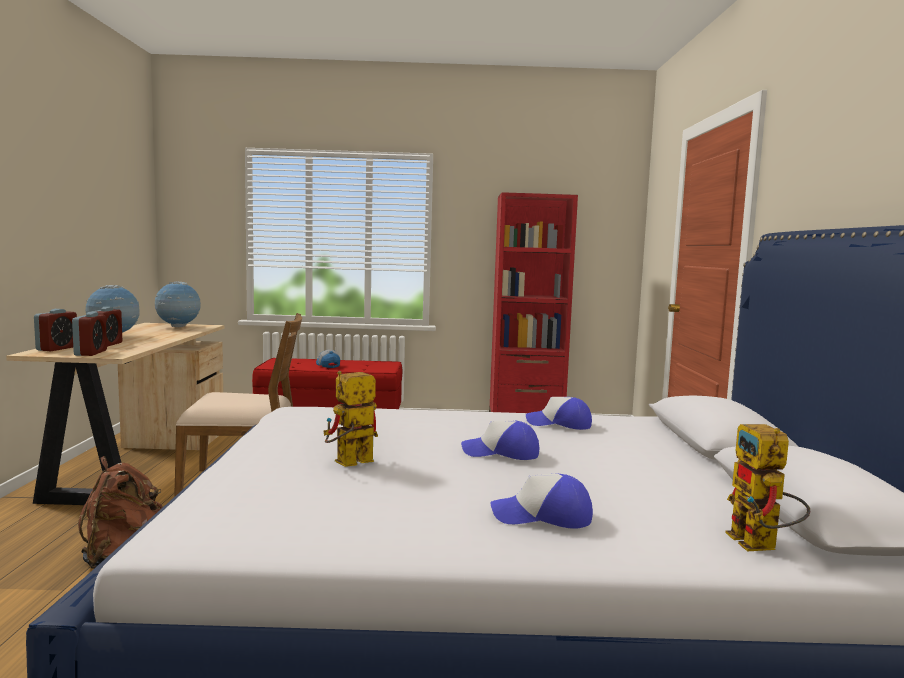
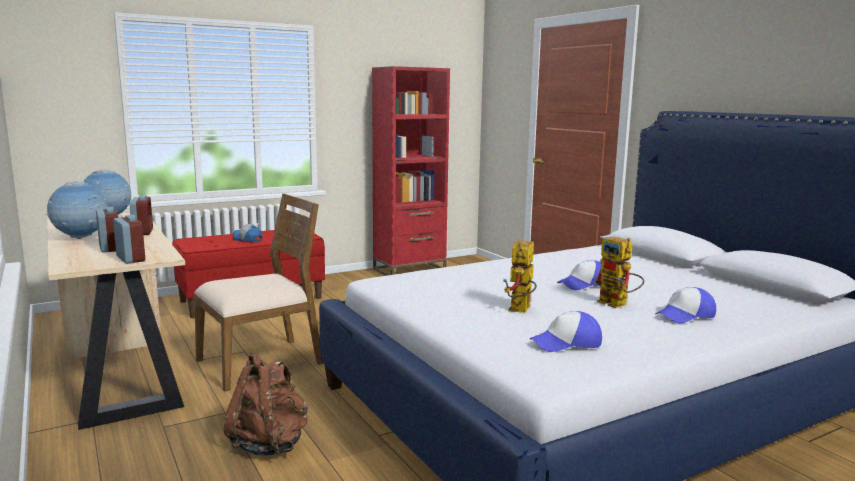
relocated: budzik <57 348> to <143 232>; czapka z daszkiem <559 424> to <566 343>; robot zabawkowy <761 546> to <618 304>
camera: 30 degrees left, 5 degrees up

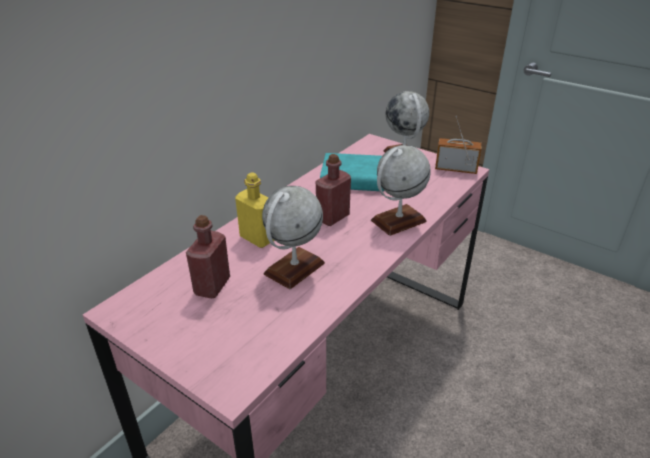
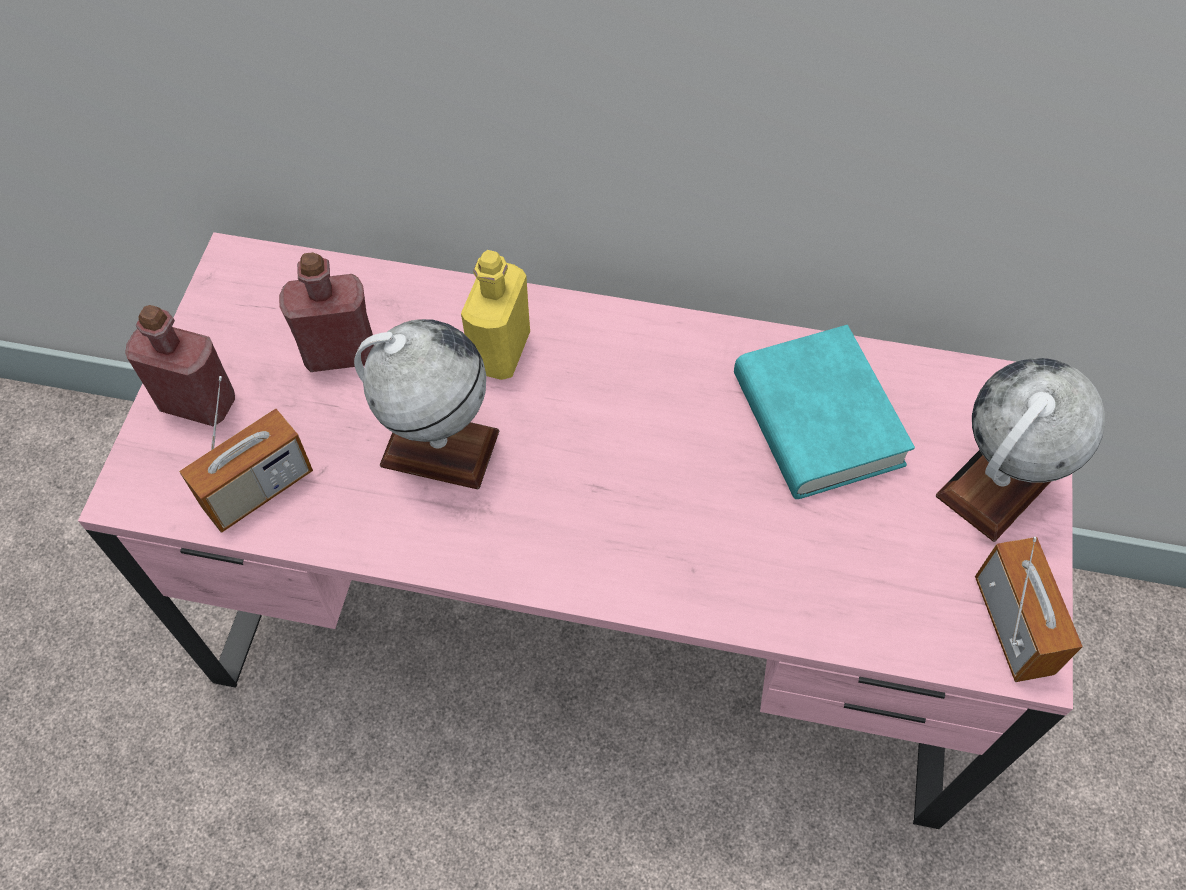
missing: globus <398 221>
appeared: radio <258 490>
relocated: butelka [czerwony] <333 217> to <198 403>
camera: 65 degrees right, 25 degrees up

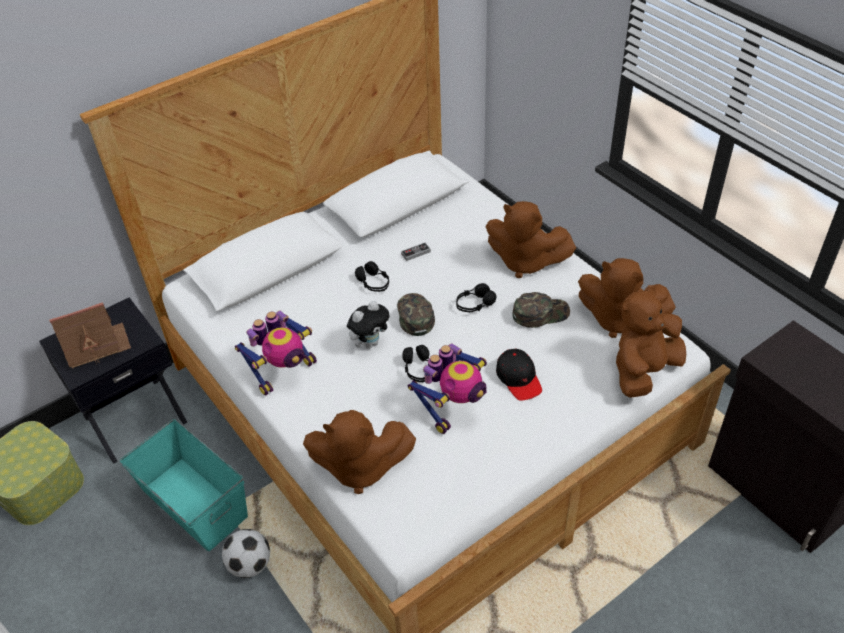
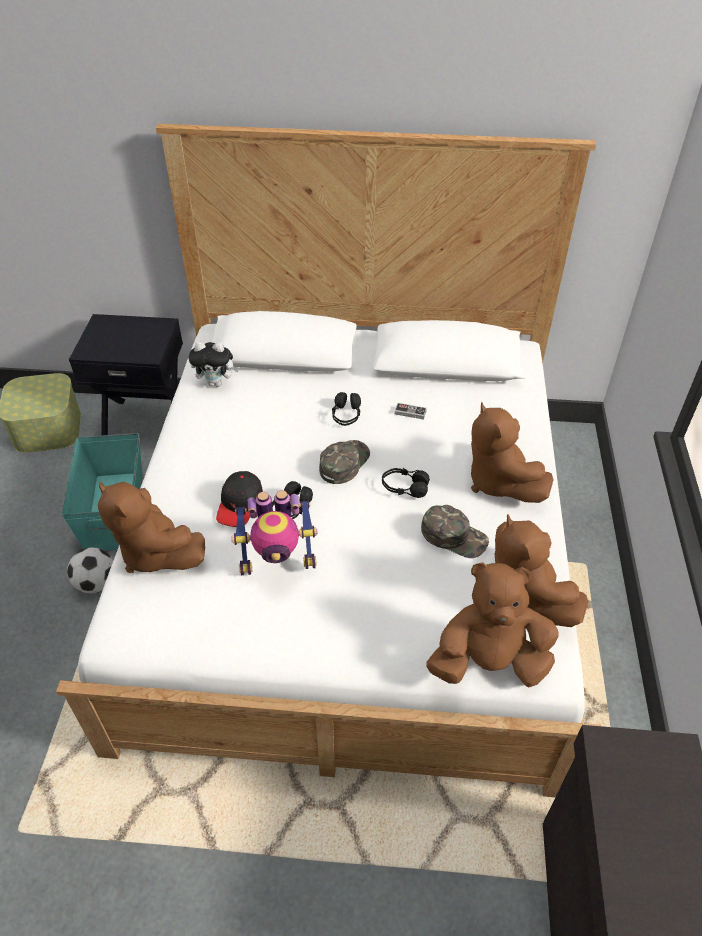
missing: domek <96 345>; robot zabawkowy <284 372>
relocated: pluszak <370 342> to <216 383>; czapka z daszkiem [czarny] <519 378> to <240 504>
camera: 40 degrees right, 0 degrees up

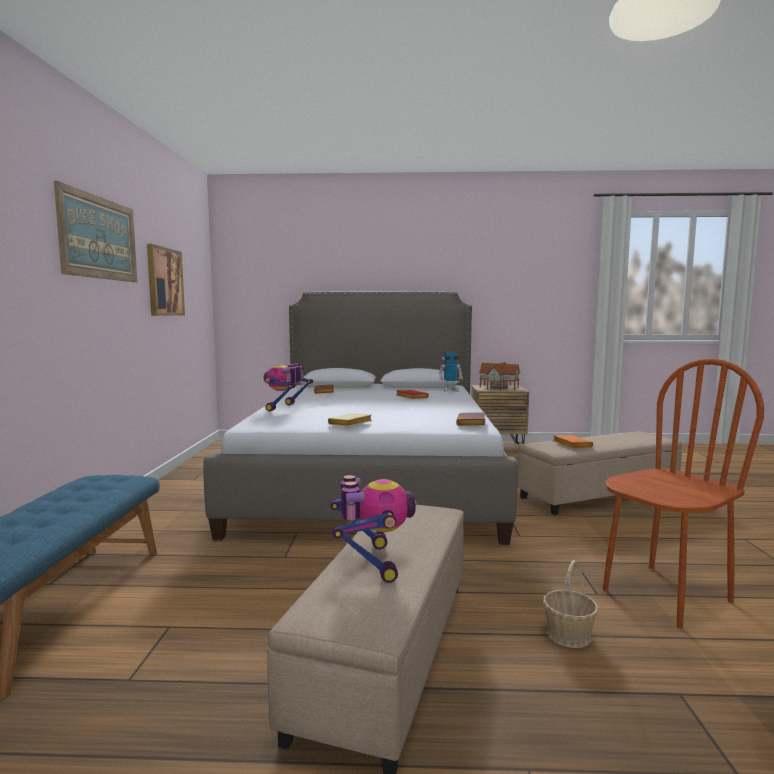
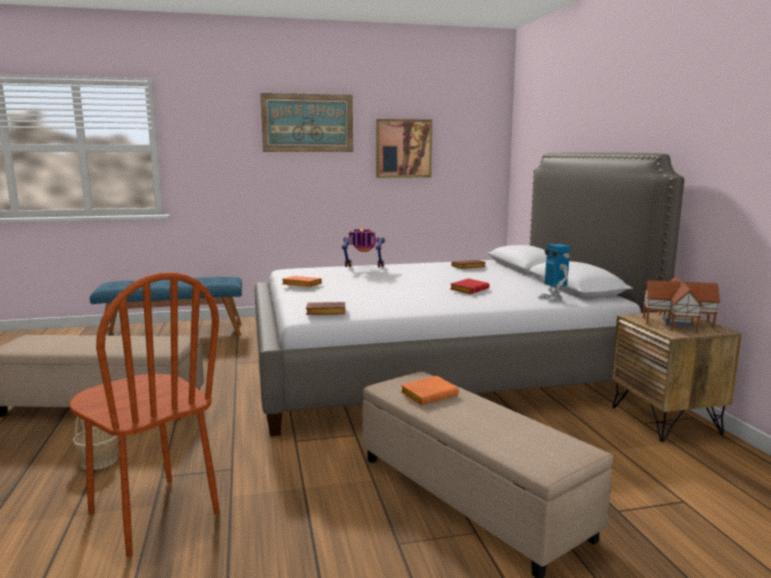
missing: robot zabawkowy <371 562>
colour: książka [beżowy] <350 424> to książka [pomarańczowy] <300 285>
camera: 75 degrees right, 5 degrees up

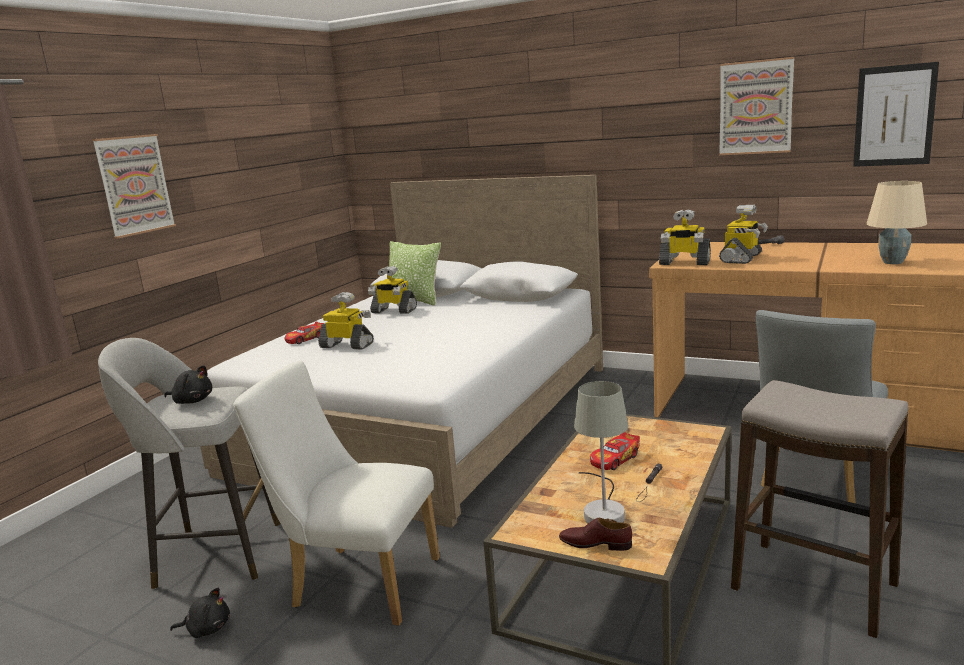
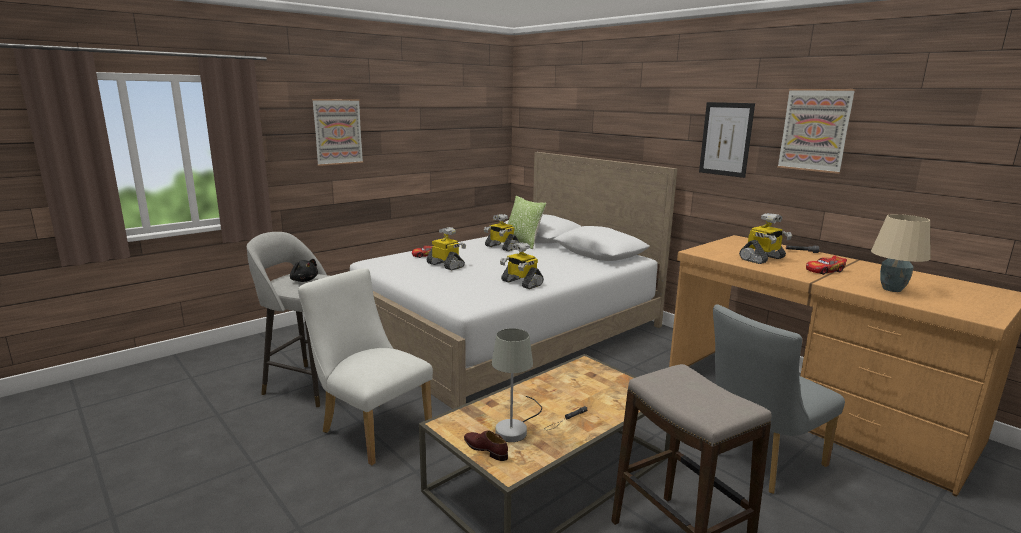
missing: pluszak [czarny] <207 628>
relocated: obraz <894 116> to <726 139>; robot zabawkowy <684 263> to <521 283>; samochodzik <614 459> to <824 270>
camera: 20 degrees right, 0 degrees up

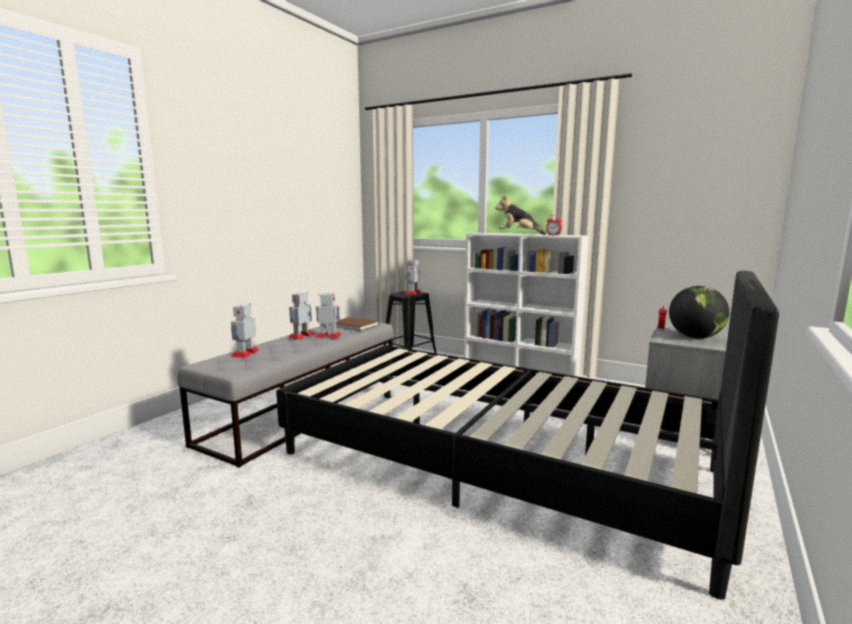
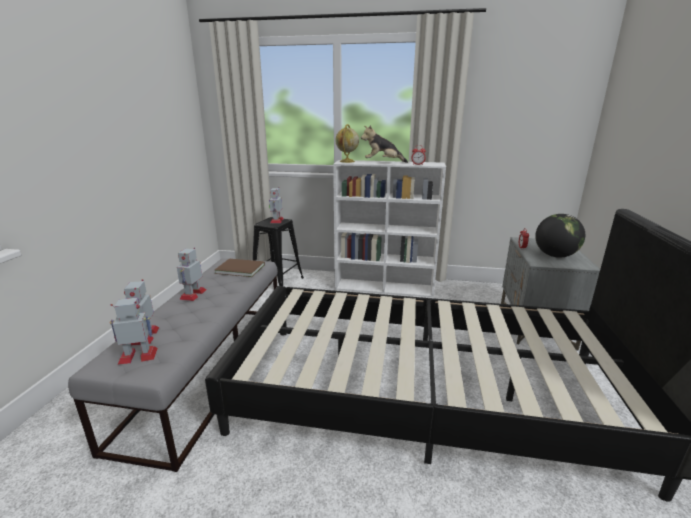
appeared: globus <347 161>
relocated: robot zabawkowy <329 336> to <138 356>
camera: 20 degrees left, 10 degrees up

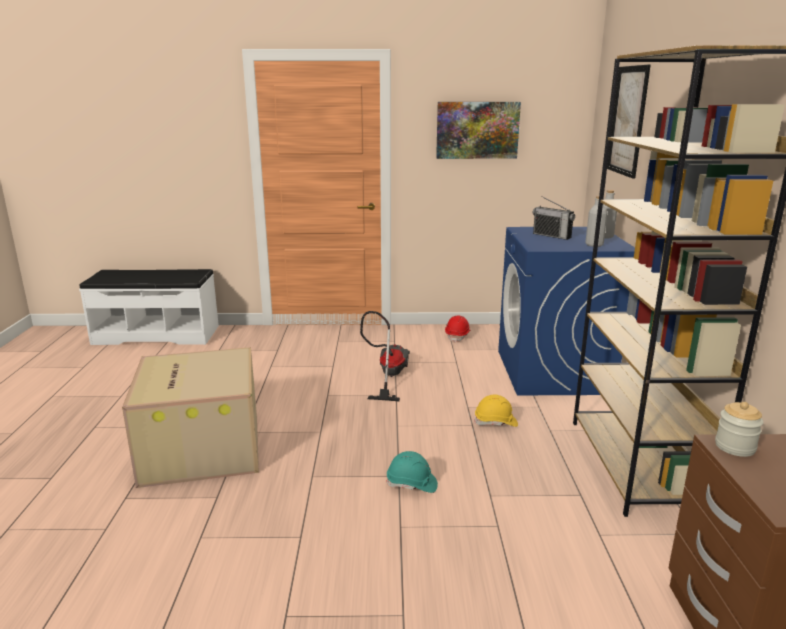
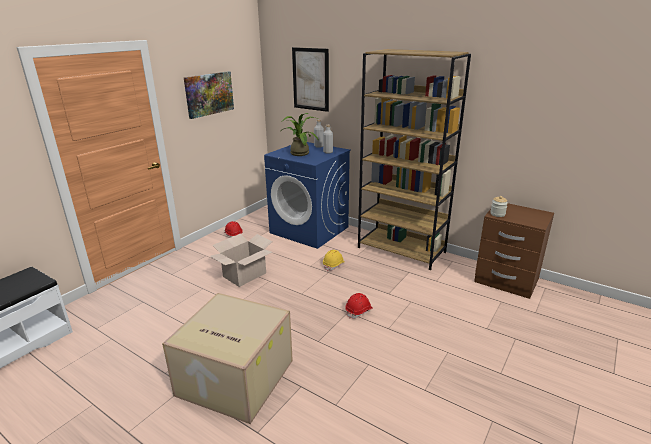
exchanged: radio <552 236> to roślina doniczkowa <299 153>; odkurzacz <388 376> to karton <244 275>
colour: kask [turkusowy] <412 484> to kask [czerwony] <359 311>
camera: 55 degrees left, 5 degrees up

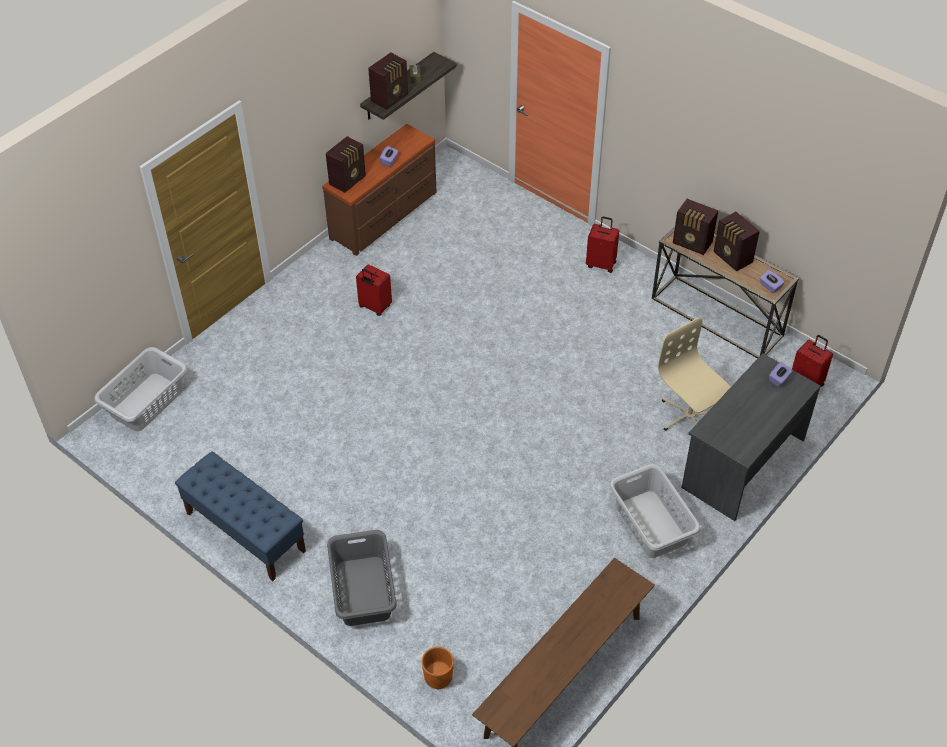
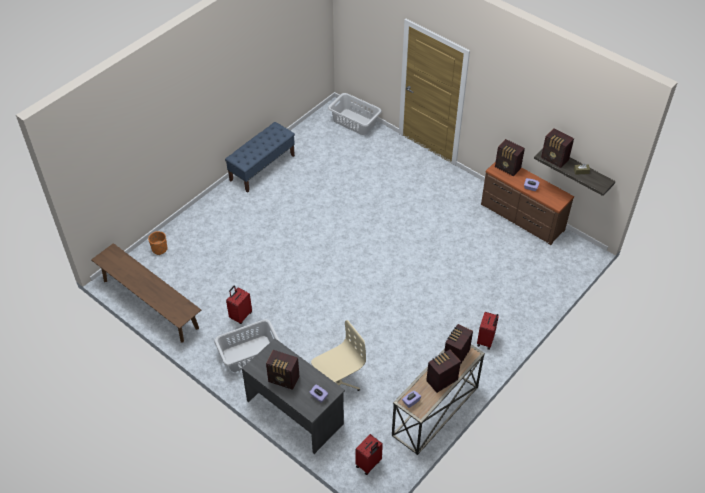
missing: kosz na pranie [szary] <362 591>
appeared: radio <284 379>
relocated: walizka [czerwony] <374 307> to <240 315>
camera: 90 degrees right, 0 degrees up

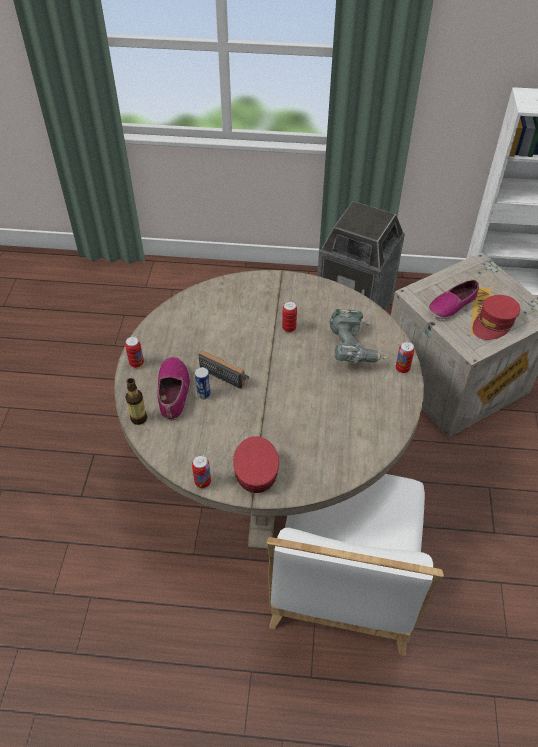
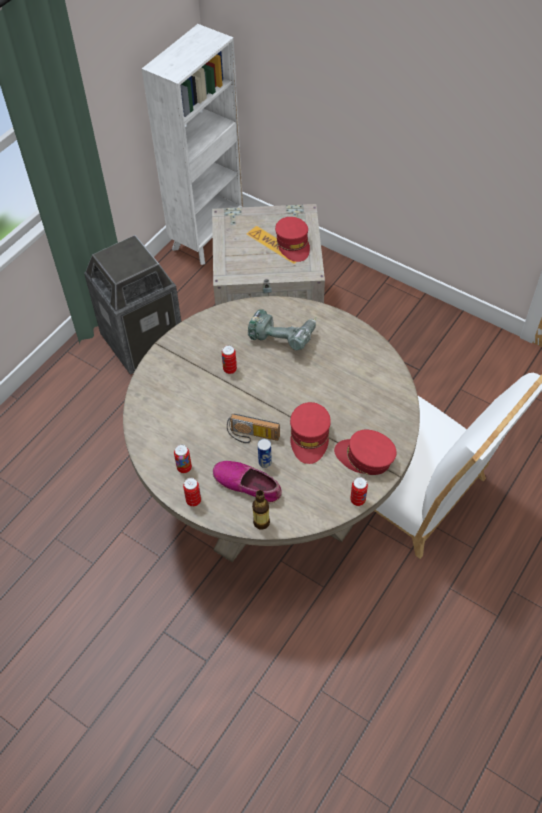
missing: but <452 305>
appeared: czapka z daszkiem [czerwony] <309 437>
relocated: puszka <402 368> to <184 468>
spun: radio <226 374> = <252 436> 135 degrees counterclockwise
camera: 60 degrees left, 5 degrees up

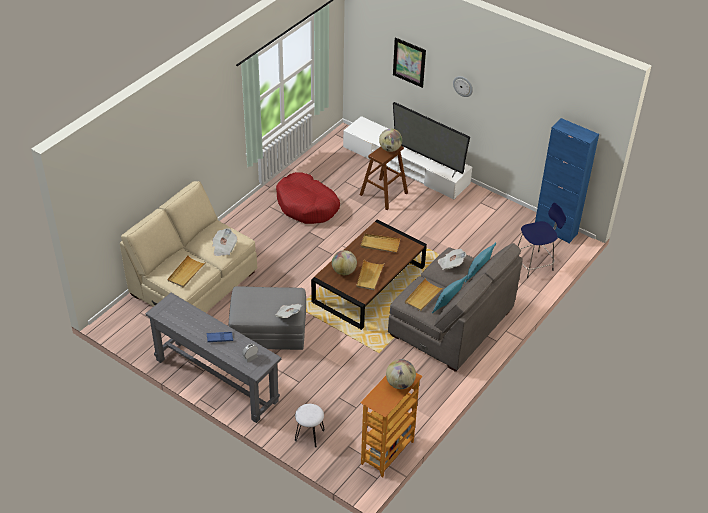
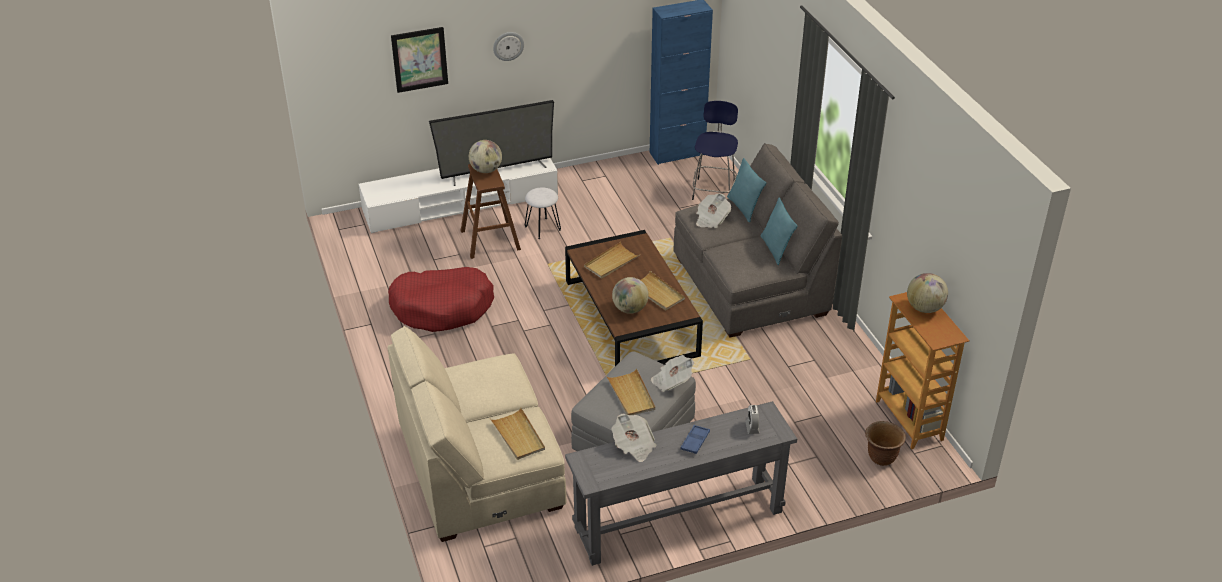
appeared: donica [brązowy] <881 457>
relocated: gazeta <224 248> to <634 446>; taca [beżowy] <423 296> to <631 395>; stołek [biały] <309 435> to <542 228>
camera: 55 degrees left, 5 degrees down

